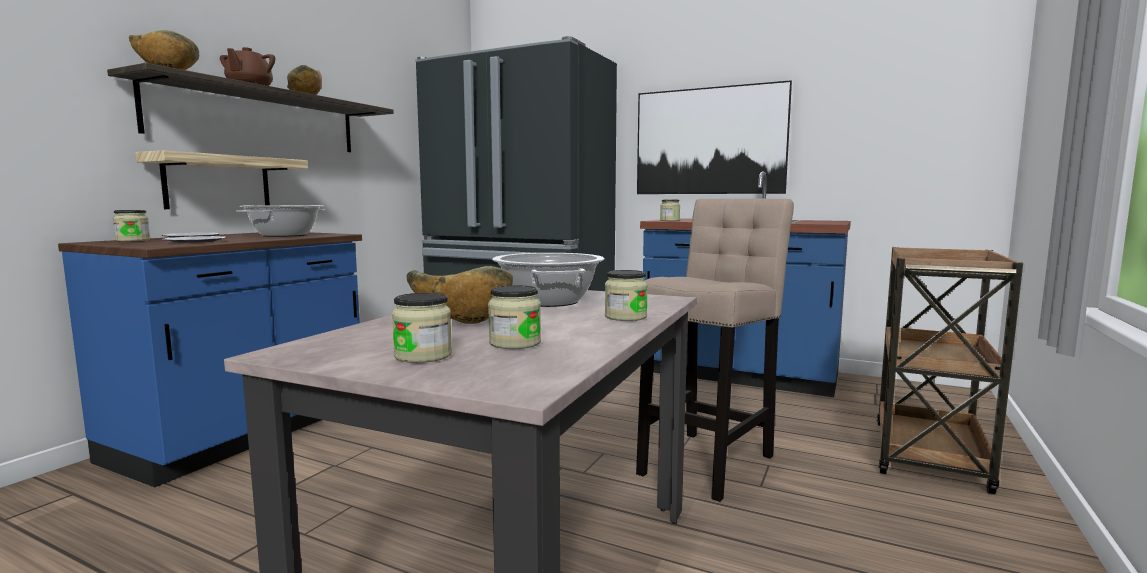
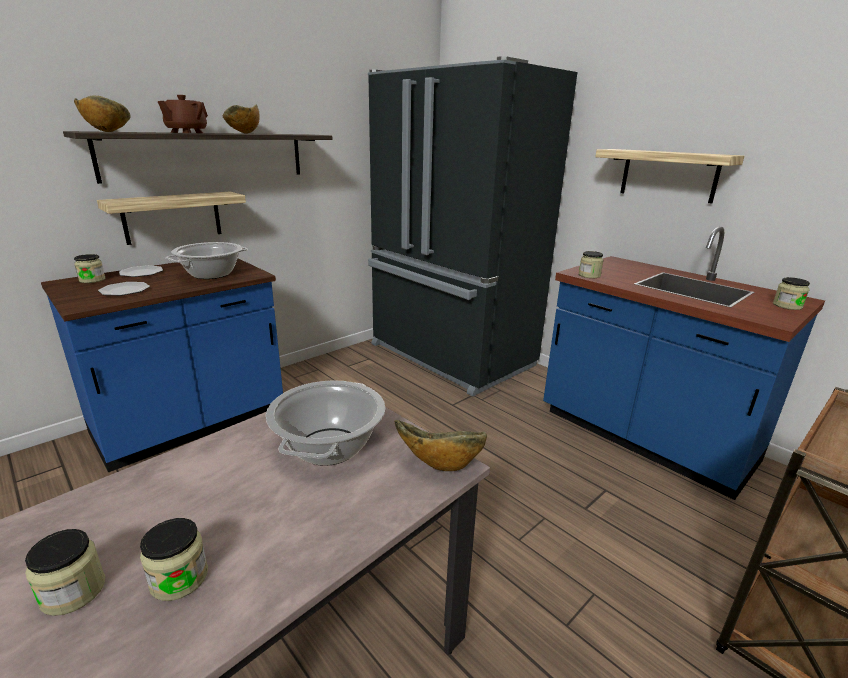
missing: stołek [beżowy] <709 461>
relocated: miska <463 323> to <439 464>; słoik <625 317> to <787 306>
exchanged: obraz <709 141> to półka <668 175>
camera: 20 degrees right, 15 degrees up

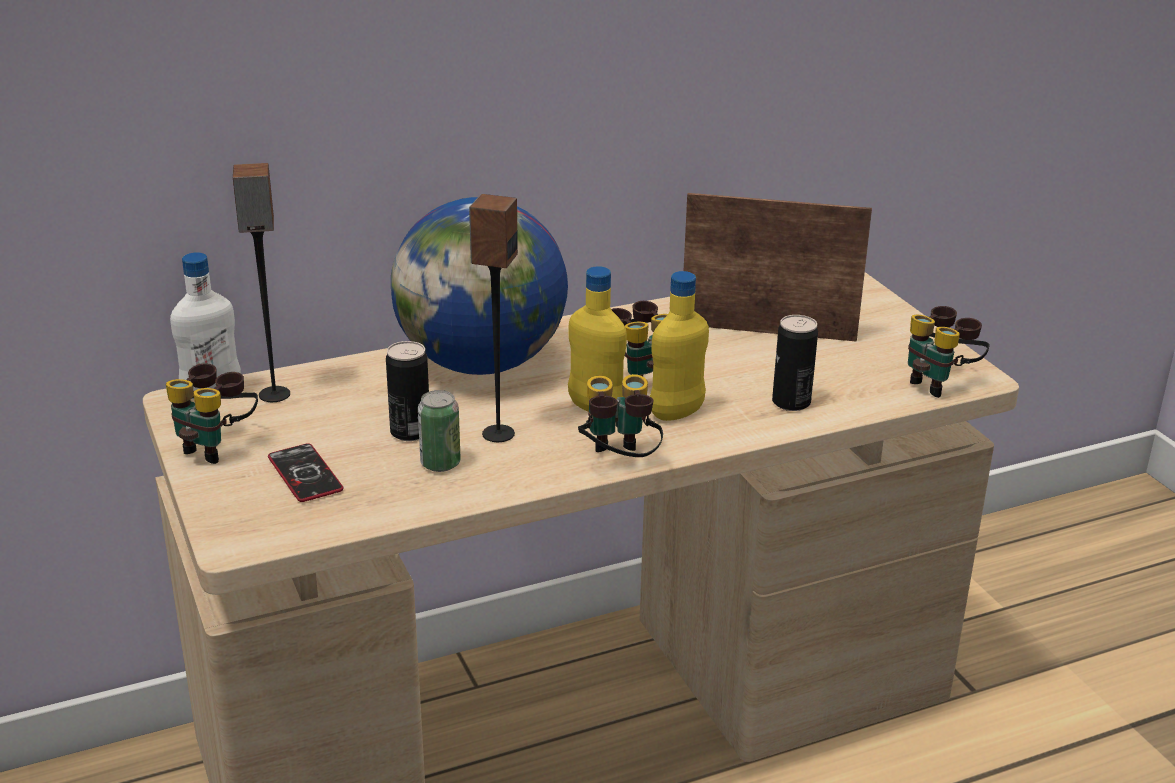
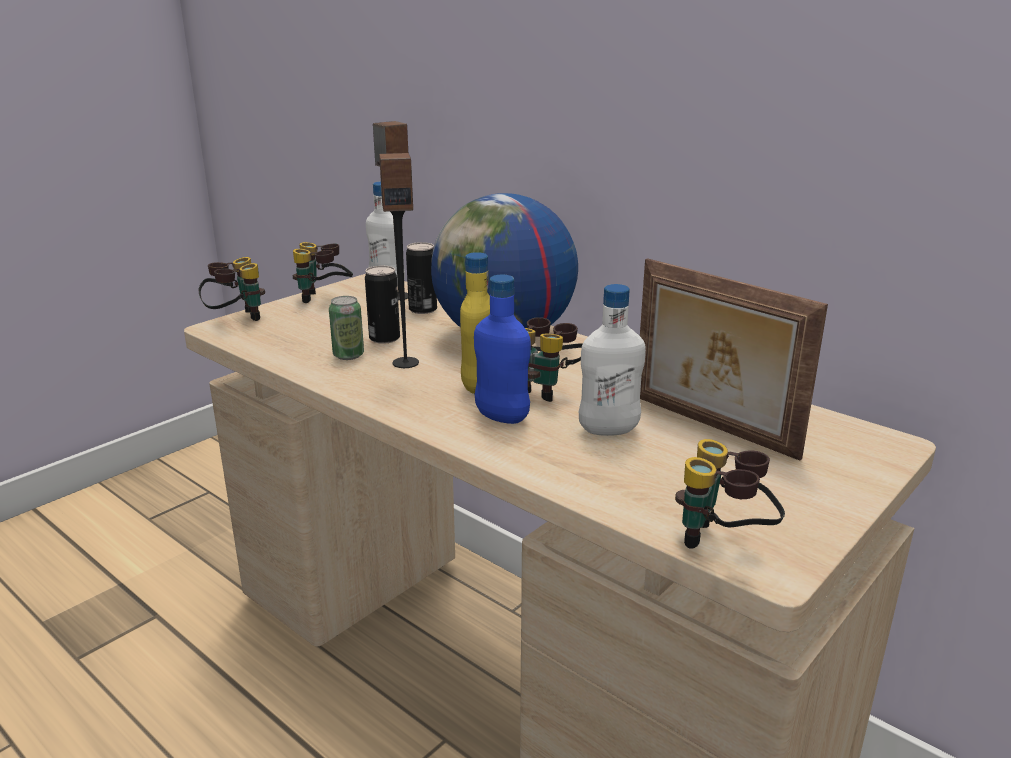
missing: telefon <305 474>
appeared: butelka [biały] <608 430>
relocated: puszka <791 402> to <423 309>; lornetka <617 462> to <236 319>
colour: butelka [żółty] <677 413> to butelka [niebieski] <501 417>
spun: ramka na zdjęcie <768 330> = <710 427> 150 degrees clockwise
camera: 65 degrees right, 5 degrees down

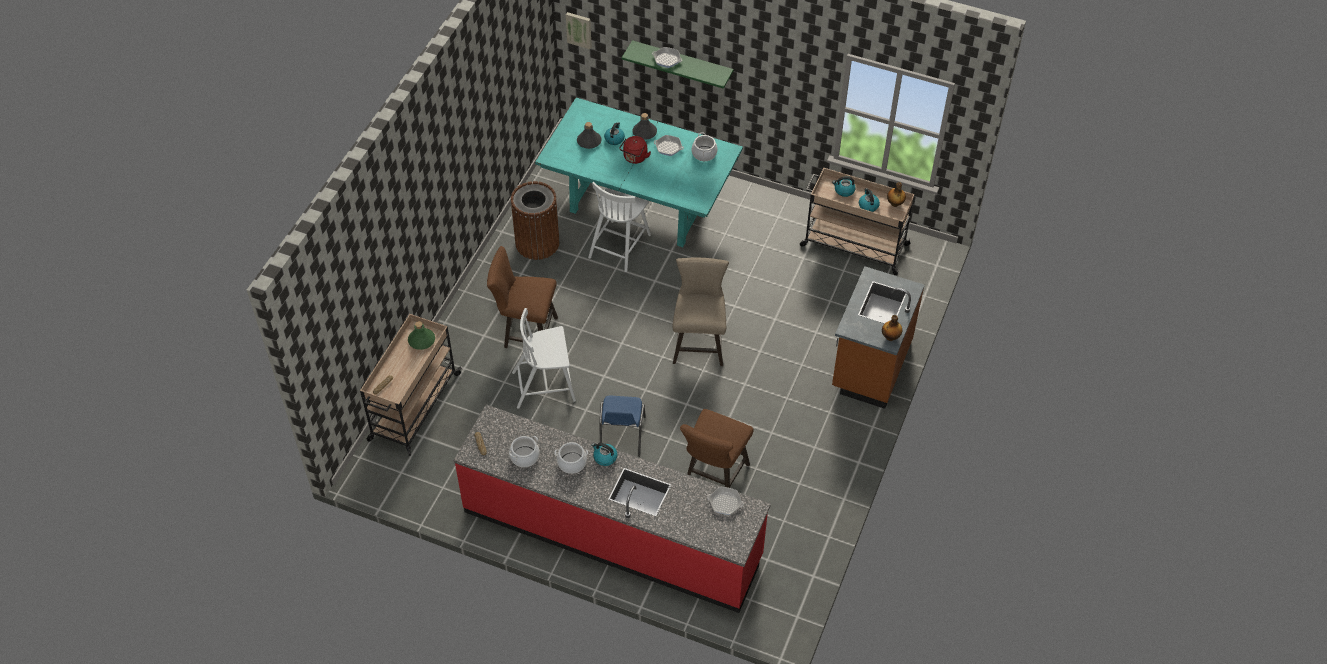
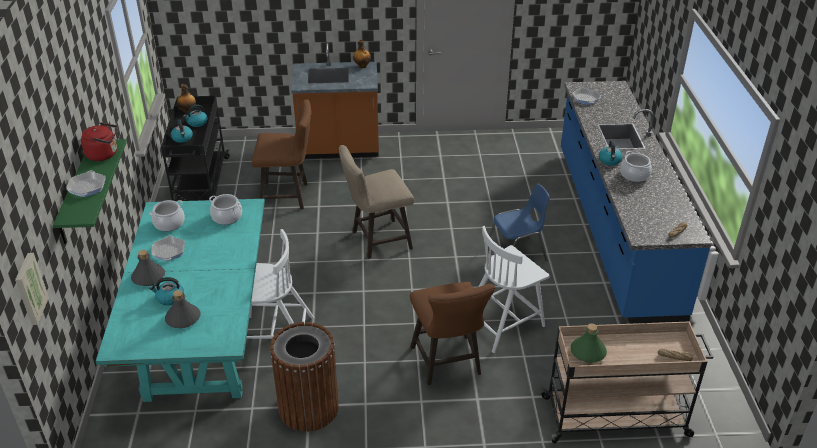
relocated: czajnik [czerwony] <634 158> to <104 154>; stołek [brązowy] <714 476> to <288 196>; garnek <524 456> to <227 217>
colour: wózek [beżowy] <853 245> to wózek [czarny] <201 186>; zabudowa kuchenna [czerwony] <612 533> to zabudowa kuchenna [niebieski] <614 228>
spun: krzesło [biały] <545 386> = <503 323> 90 degrees clockwise
camera: 115 degrees left, 15 degrees down

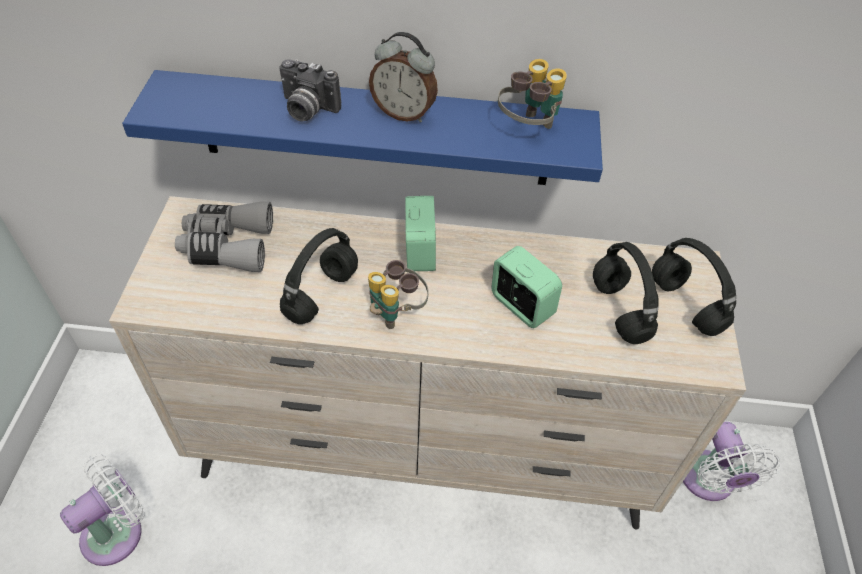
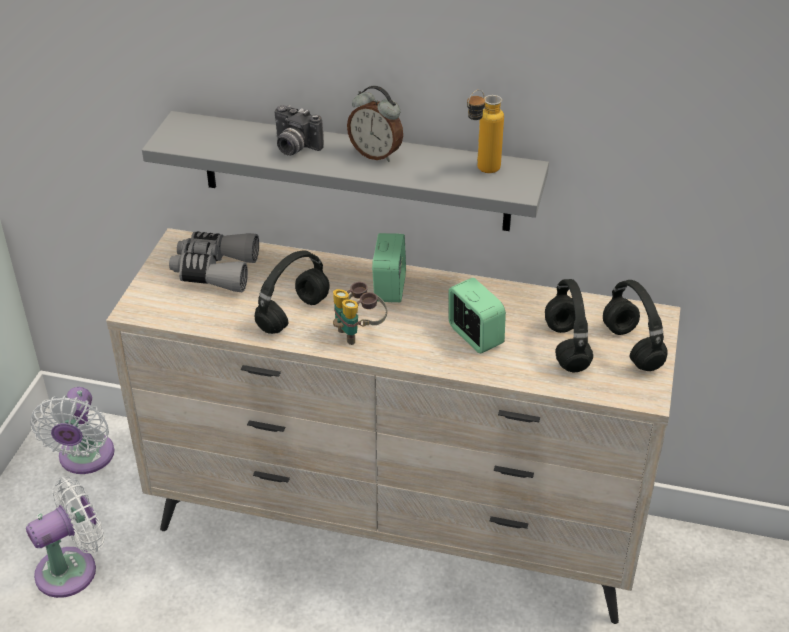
relocated: wentylator [biały] <709 481> to <85 459>
exchanged: lornetka <528 128> to butelka <481 171>
colour: półka [niebieski] <375 130> to półka [szary] <355 172>
camera: 10 degrees right, 10 degrees down

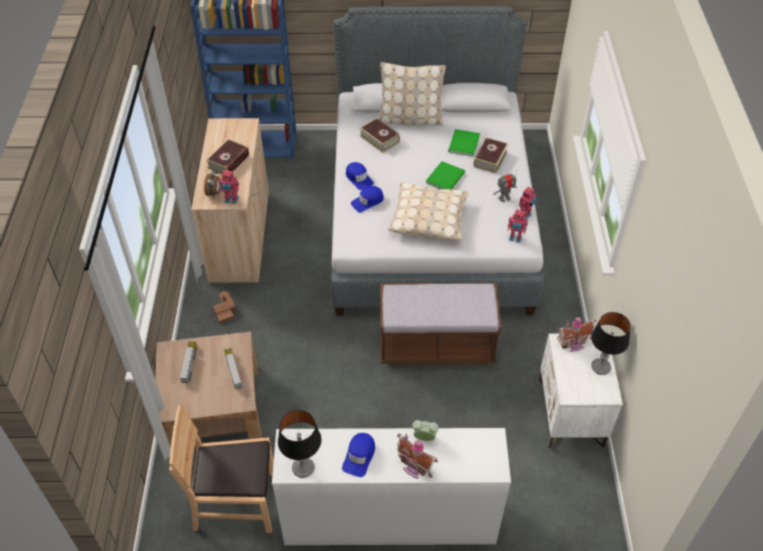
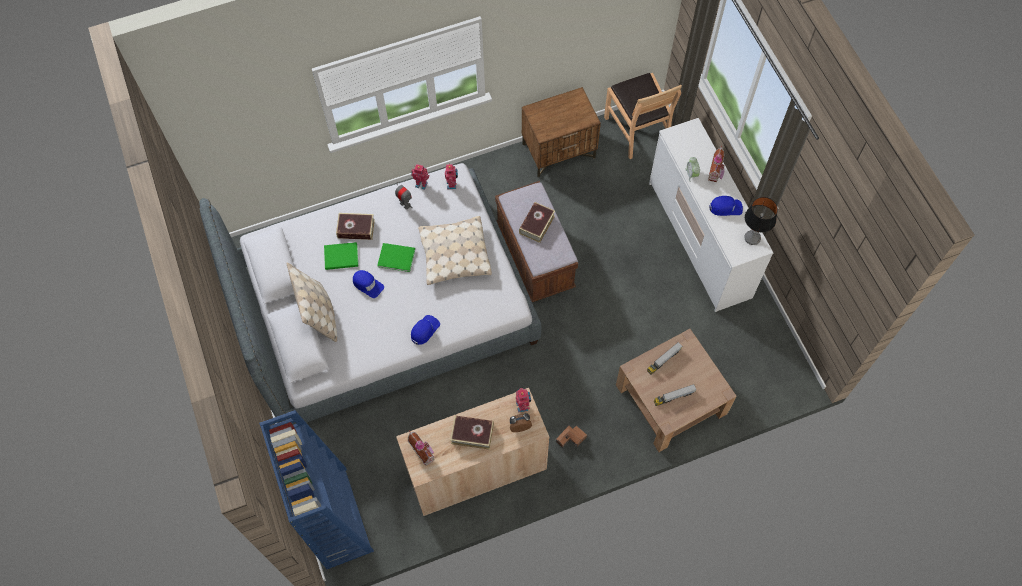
missing: lampa stołowa <601 367>
relocated: książka <379 139> to <537 224>; czapka z daszkiem [niebieski] <367 201> to <367 284>; domek <573 344> to <424 452>; krzesło [brązowy] <235 501> to <637 130>
colour: szafka nocna [biały] <570 414> to szafka nocna [brązowy] <559 150>
camera: 110 degrees left, 15 degrees up

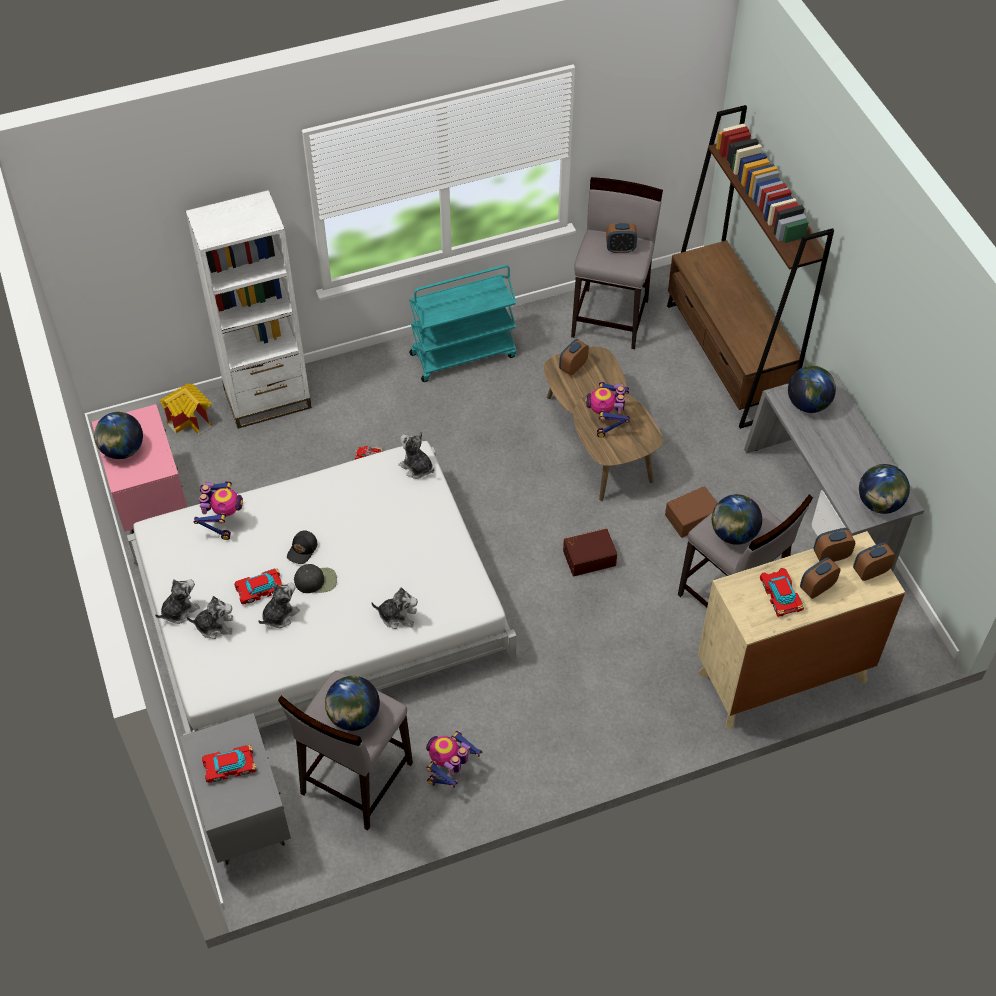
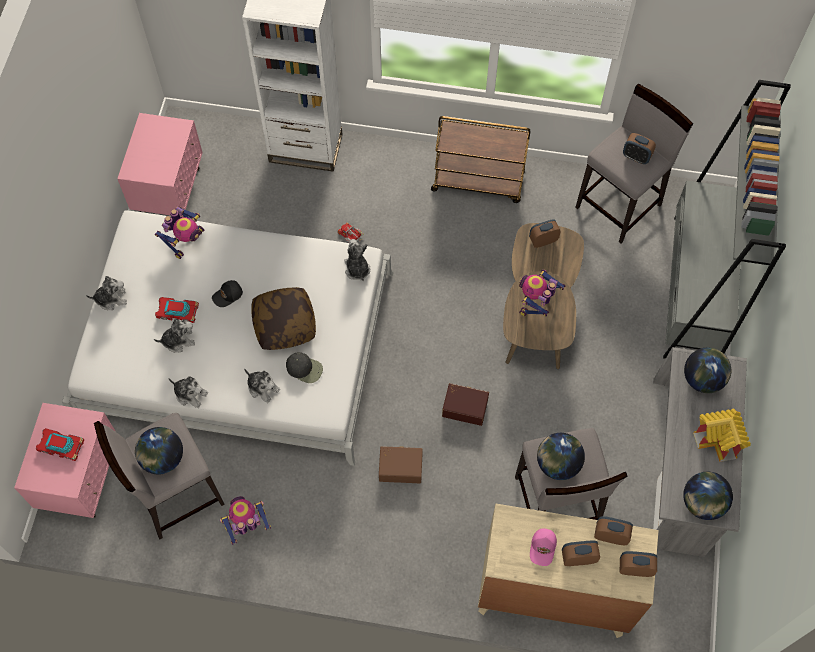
missing: globus <122 450>
appeared: poduszka <284 324>
relocated: domek <192 421> to <718 442>; pojemnik do przechowywania [brązowy] <691 517> to <400 467>; czapka z daszkiem [czarny] <316 580> to <304 369>; pluszak <215 625> to <190 394>
exchanged: samochodzik <781 595> to czapka z daszkiem [różowy] <543 547>
colour: regał [brązowy] <727 358> to regał [szary] <694 290>; wózek [turkusowy] <463 354> to wózek [brązowy] <478 181>; szafka nocna [szary] <244 816> to szafka nocna [różowy] <82 478>
camera: 30 degrees right, 10 degrees up

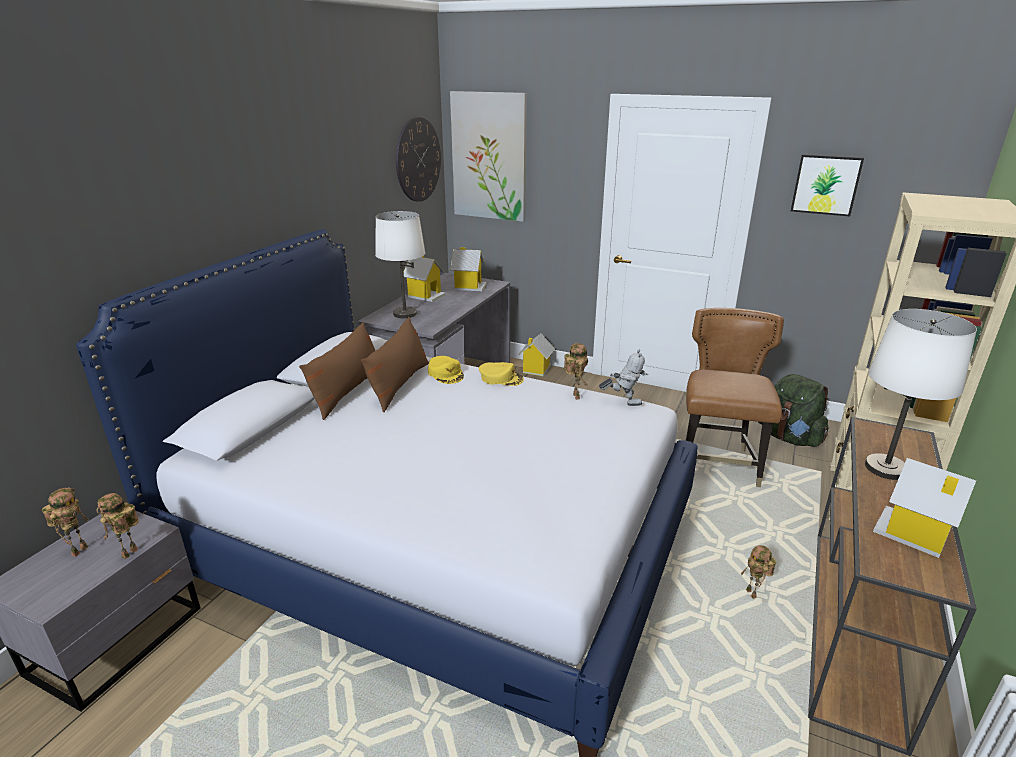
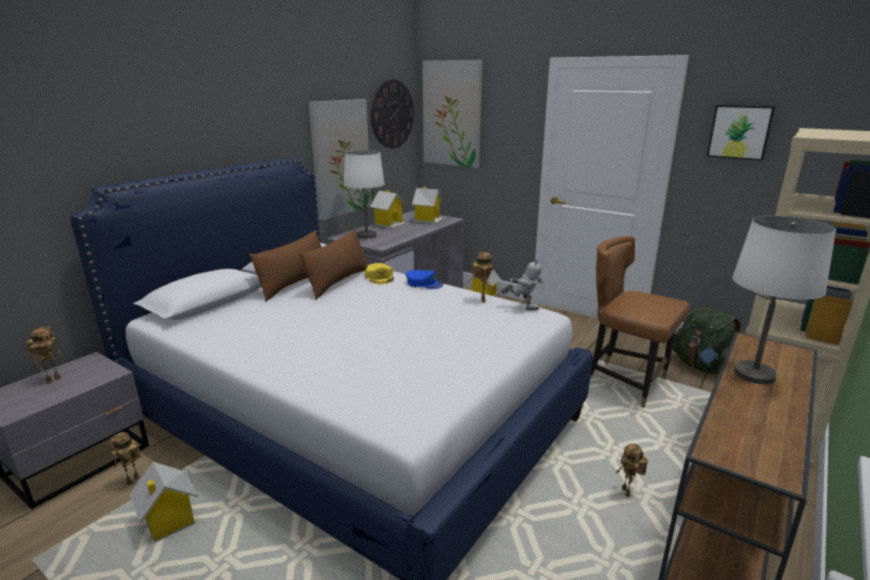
appeared: obraz <340 158>
relocated: domek <914 534> to <169 522>; robot zabawkowy <130 554> to <133 482>
colour: czapka z daszkiem [żółty] <501 378> to czapka z daszkiem [niebieski] <424 283>
spun: krzesło [brązowy] <717 464> = <625 382> 75 degrees counterclockwise
camera: 10 degrees right, 5 degrees down

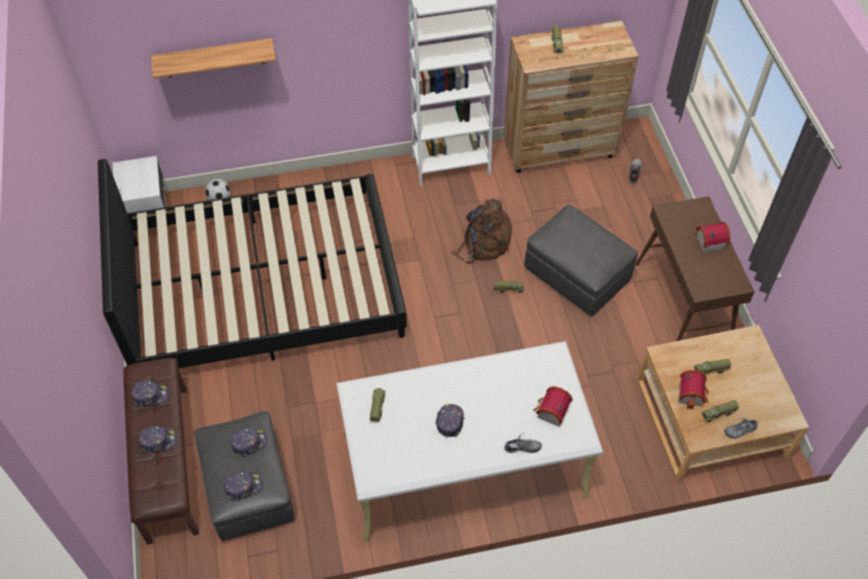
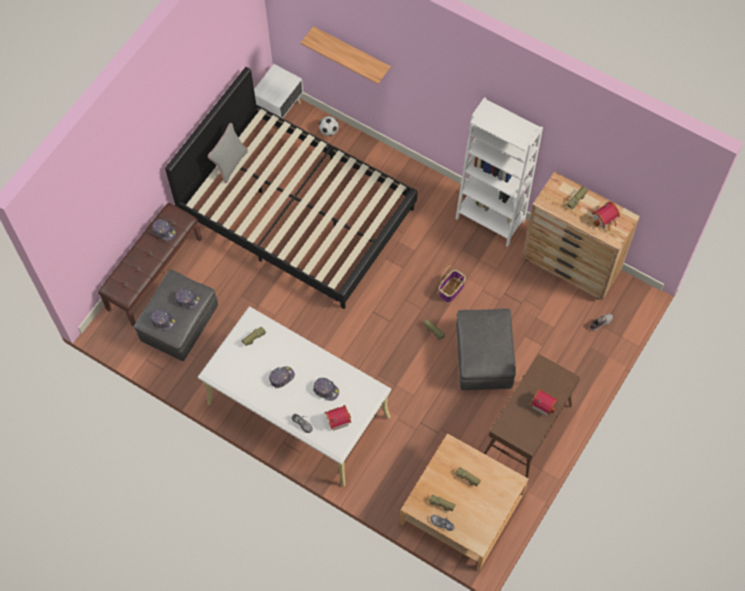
appeared: poduszka [szary] <230 164>
relocated: domek <692 394> to <605 219>; czapka z daszkiem <158 441> to <326 390>
exchanged: plecak [brązowy] <483 243> to koszyk <451 289>
camera: 45 degrees right, 10 degrees up

